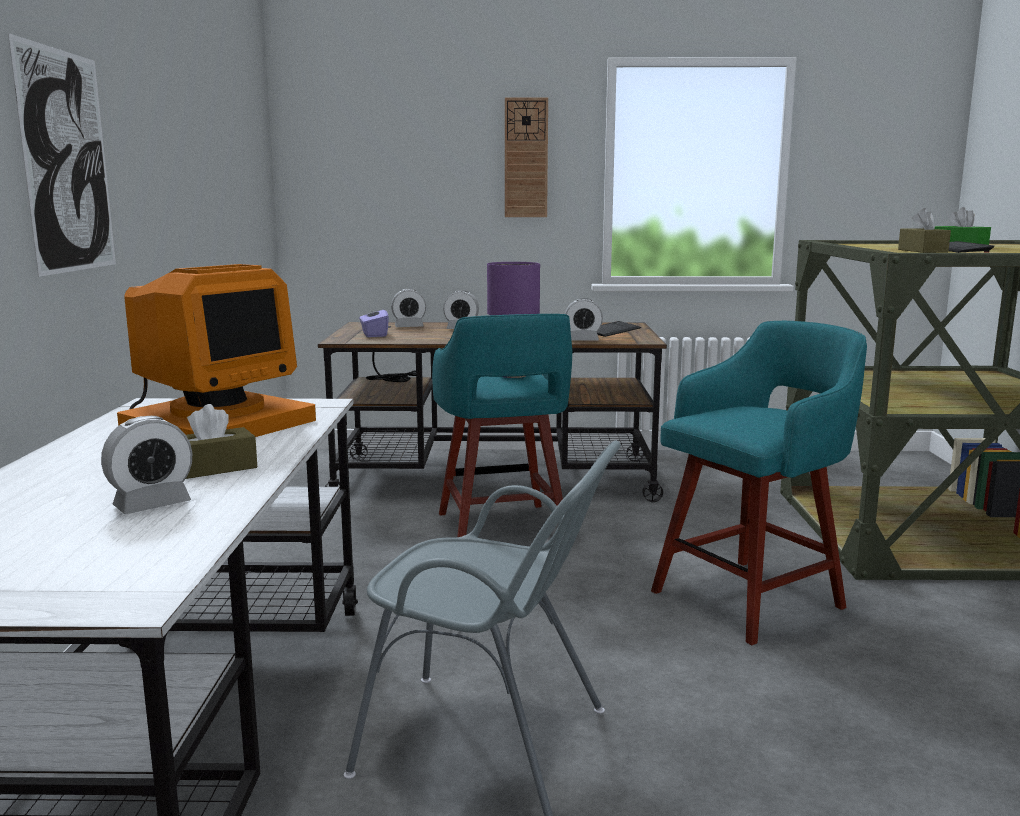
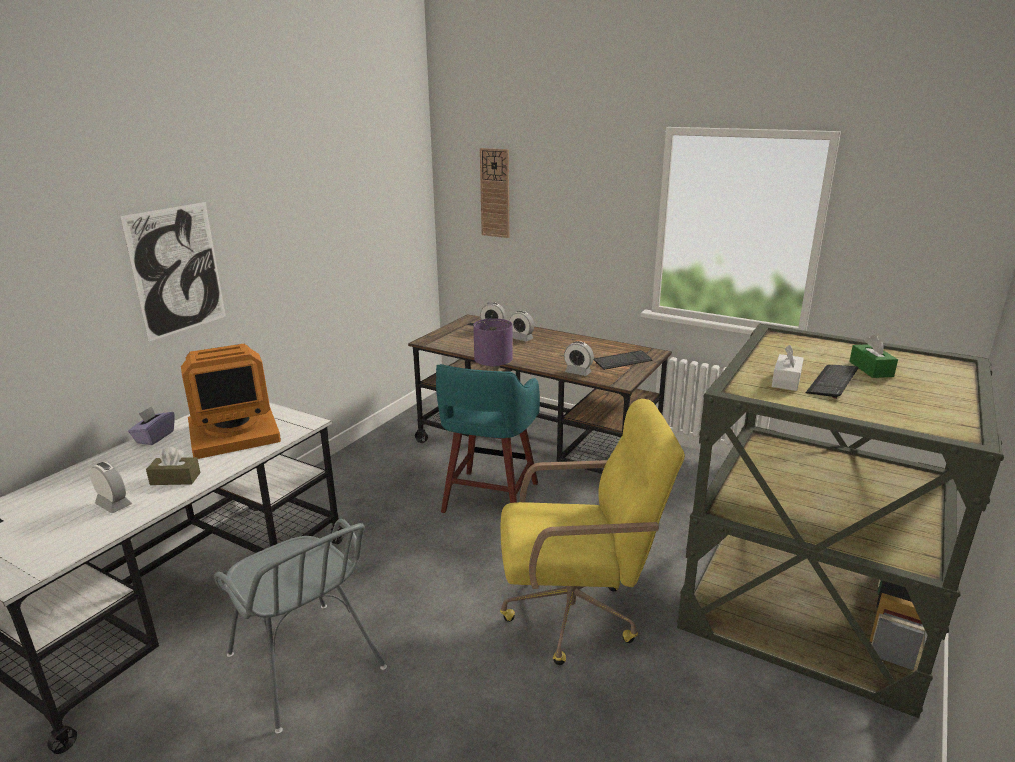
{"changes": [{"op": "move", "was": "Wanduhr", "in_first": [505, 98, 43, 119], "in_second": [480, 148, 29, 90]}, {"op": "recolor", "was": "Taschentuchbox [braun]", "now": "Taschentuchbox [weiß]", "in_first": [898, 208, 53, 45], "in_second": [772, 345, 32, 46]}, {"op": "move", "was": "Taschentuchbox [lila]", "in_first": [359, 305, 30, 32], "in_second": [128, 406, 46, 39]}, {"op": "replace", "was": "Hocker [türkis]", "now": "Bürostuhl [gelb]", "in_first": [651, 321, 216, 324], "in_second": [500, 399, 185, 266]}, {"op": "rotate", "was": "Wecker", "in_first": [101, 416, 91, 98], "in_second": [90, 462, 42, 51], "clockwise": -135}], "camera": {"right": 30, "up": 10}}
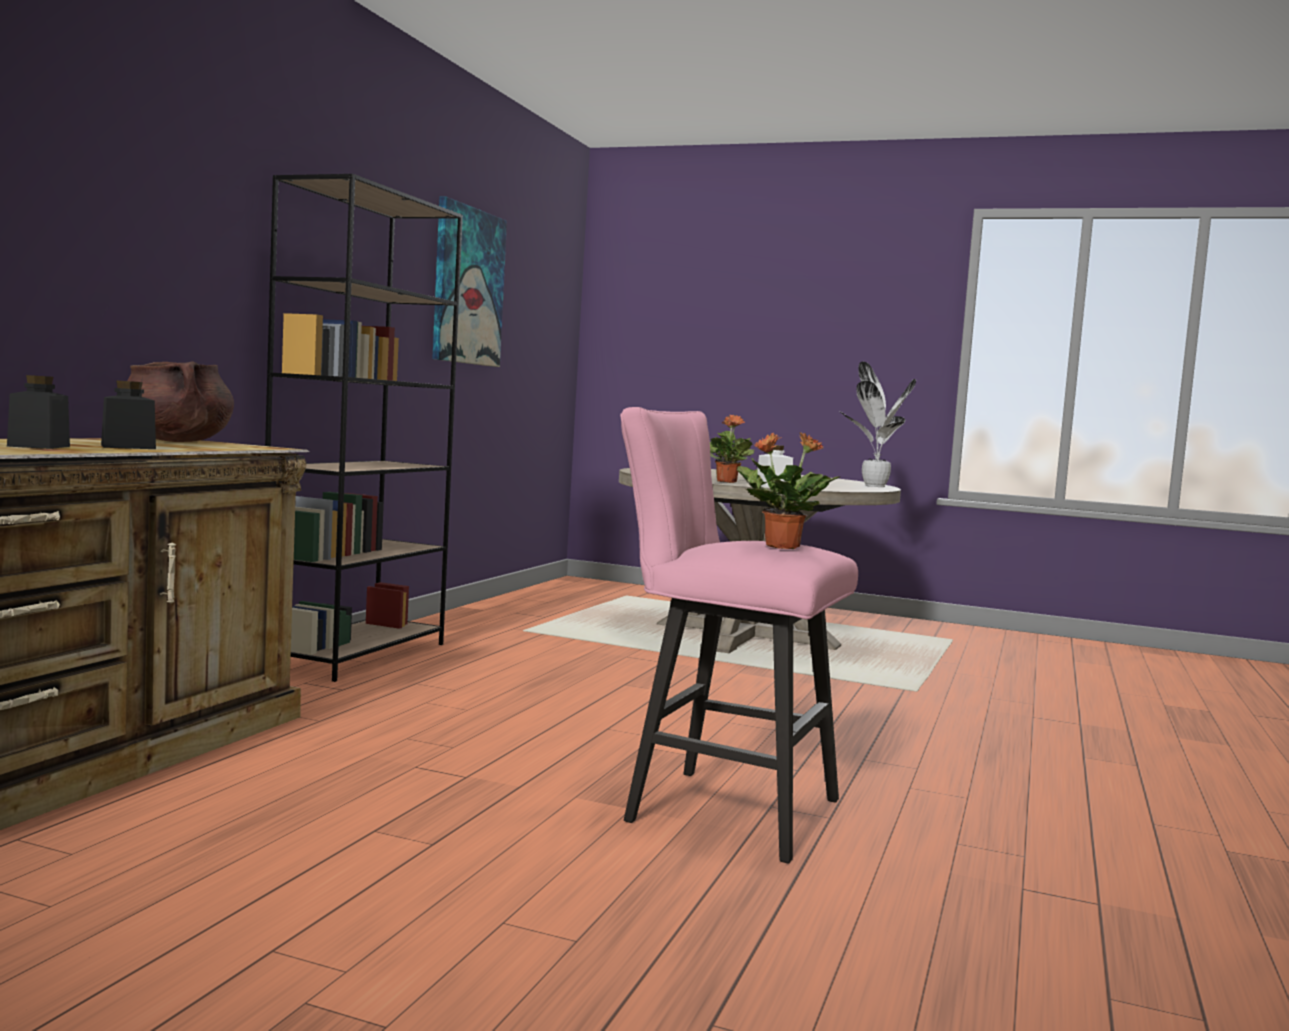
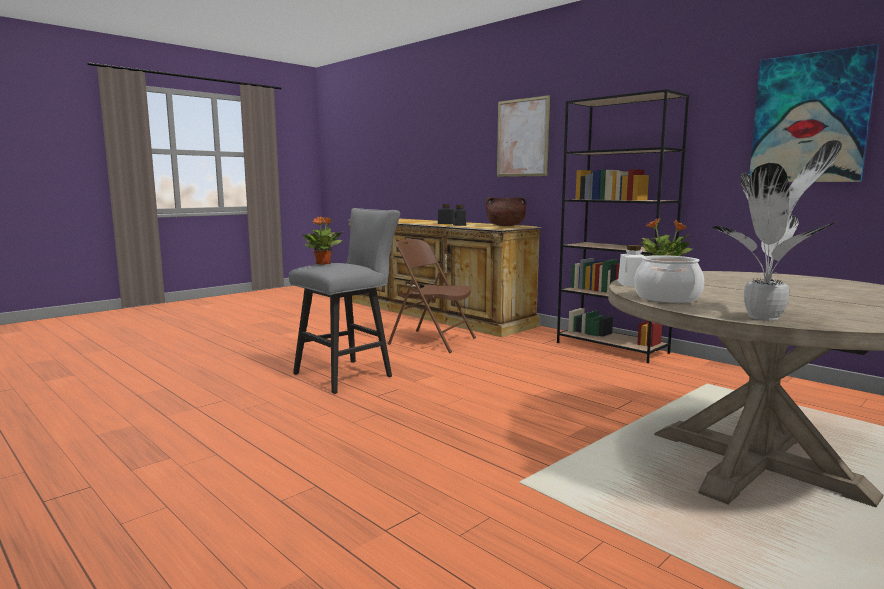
{"changes": [{"op": "recolor", "was": "Hocker [rosa]", "now": "Hocker [grau]", "in_first": [620, 407, 238, 457], "in_second": [289, 208, 111, 186]}, {"op": "insert", "now": "Bild", "in_second": [497, 95, 54, 82]}, {"op": "insert", "now": "Stuhl [braun]", "in_second": [388, 239, 88, 114]}, {"op": "insert", "now": "Kochtopf", "in_second": [634, 255, 70, 48]}], "camera": {"right": 115, "up": 5}}
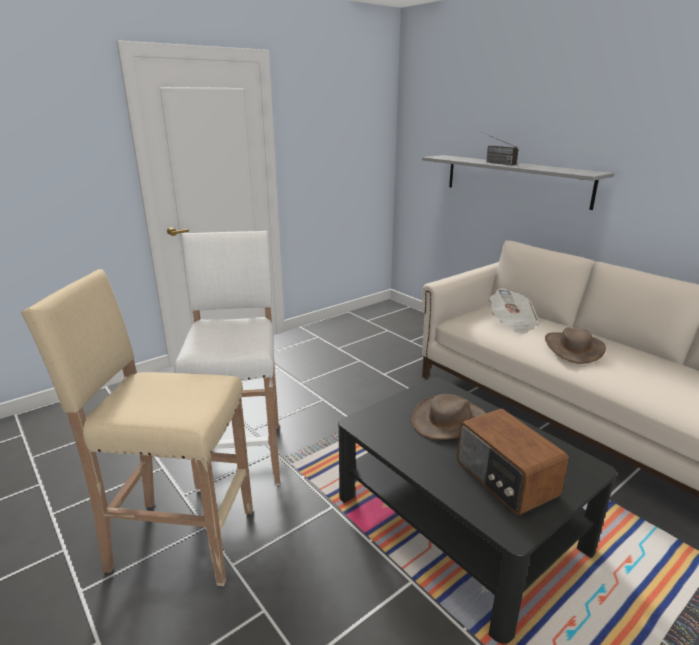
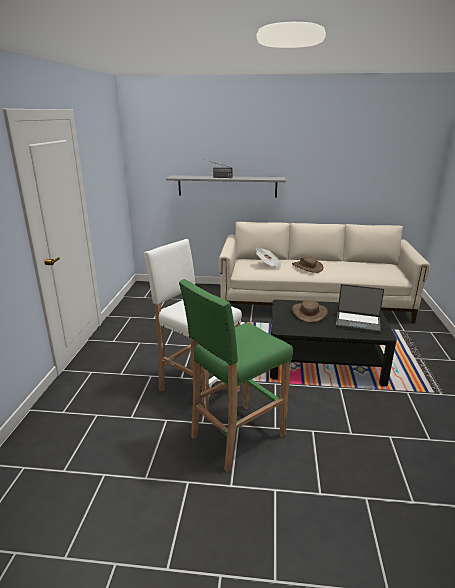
{"changes": [{"op": "recolor", "was": "Hocker [beige]", "now": "Hocker [grün]", "in_first": [21, 269, 232, 317], "in_second": [179, 279, 114, 193]}, {"op": "replace", "was": "Radio", "now": "Laptop", "in_first": [457, 409, 112, 106], "in_second": [336, 284, 48, 49]}], "camera": {"right": -45, "up": 0}}
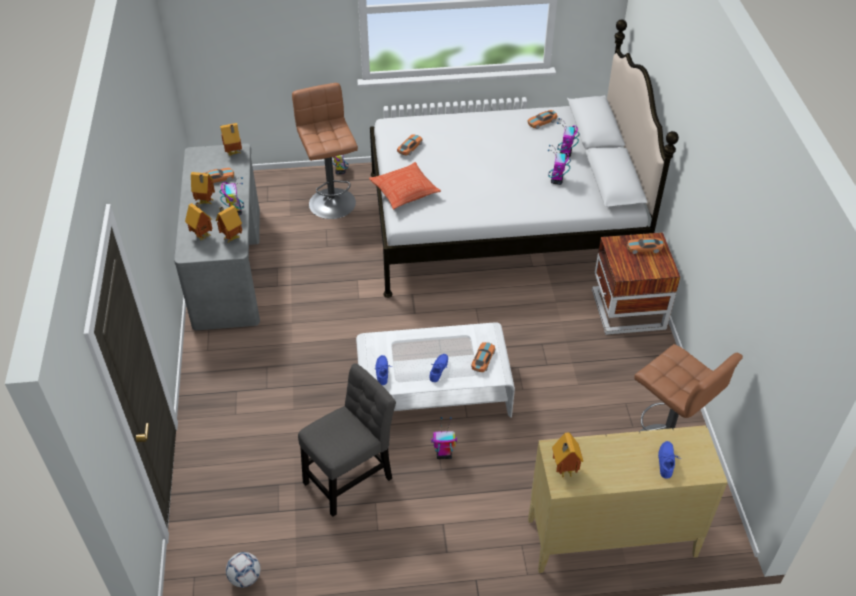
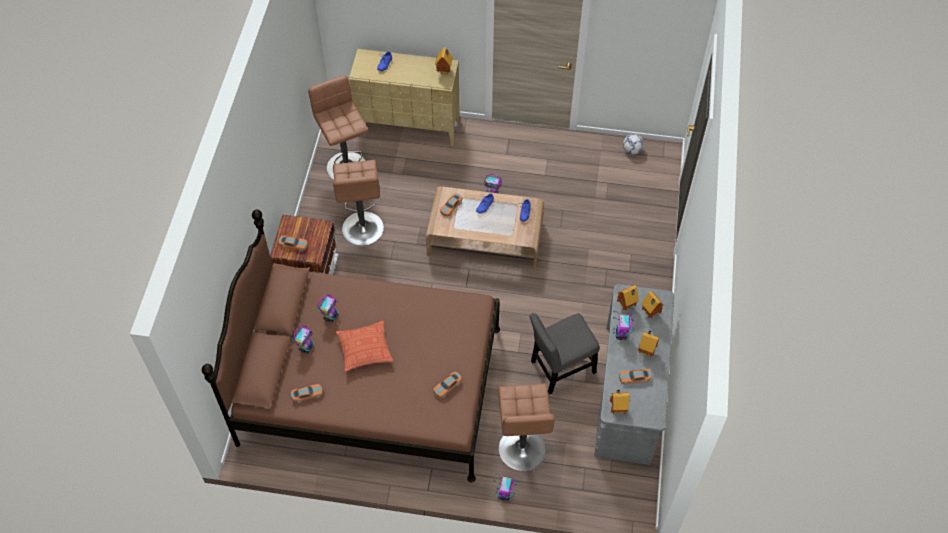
{"changes": [{"op": "recolor", "was": "Bett [weiß]", "now": "Bett [braun]", "in_first": [370, 19, 309, 279], "in_second": [202, 209, 298, 273]}, {"op": "move", "was": "Kissen [orange]", "in_first": [369, 162, 72, 47], "in_second": [336, 321, 57, 51]}, {"op": "recolor", "was": "Couchtisch [weiß]", "now": "Couchtisch [braun]", "in_first": [356, 322, 159, 96], "in_second": [426, 186, 118, 84]}, {"op": "move", "was": "Stuhl [grau]", "in_first": [298, 363, 98, 154], "in_second": [529, 313, 71, 81]}, {"op": "insert", "now": "Hocker [braun]", "in_second": [333, 160, 51, 86]}], "camera": {"right": -165, "up": 10}}
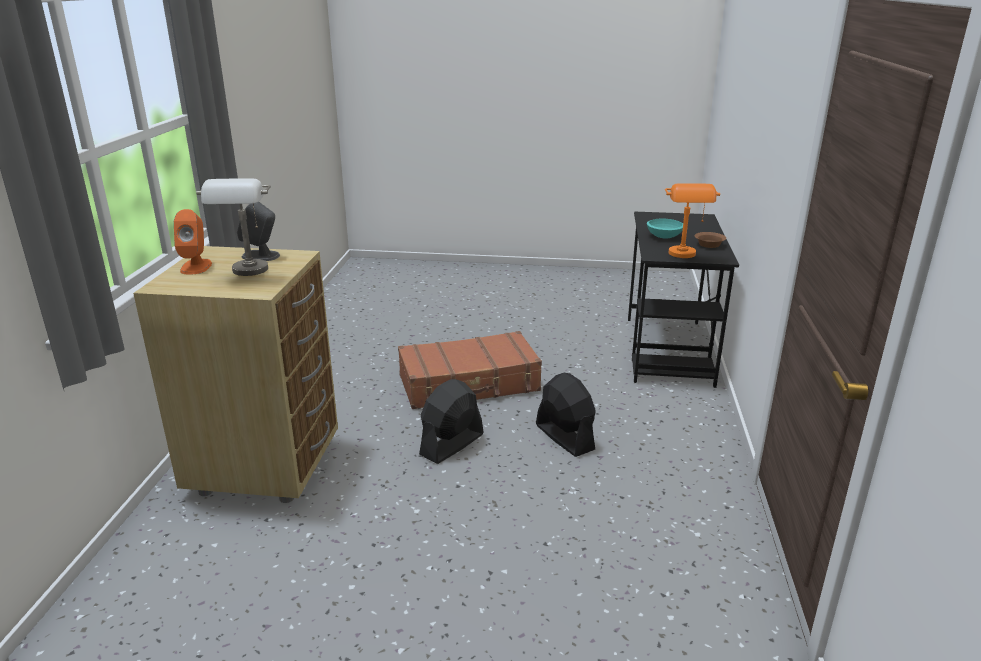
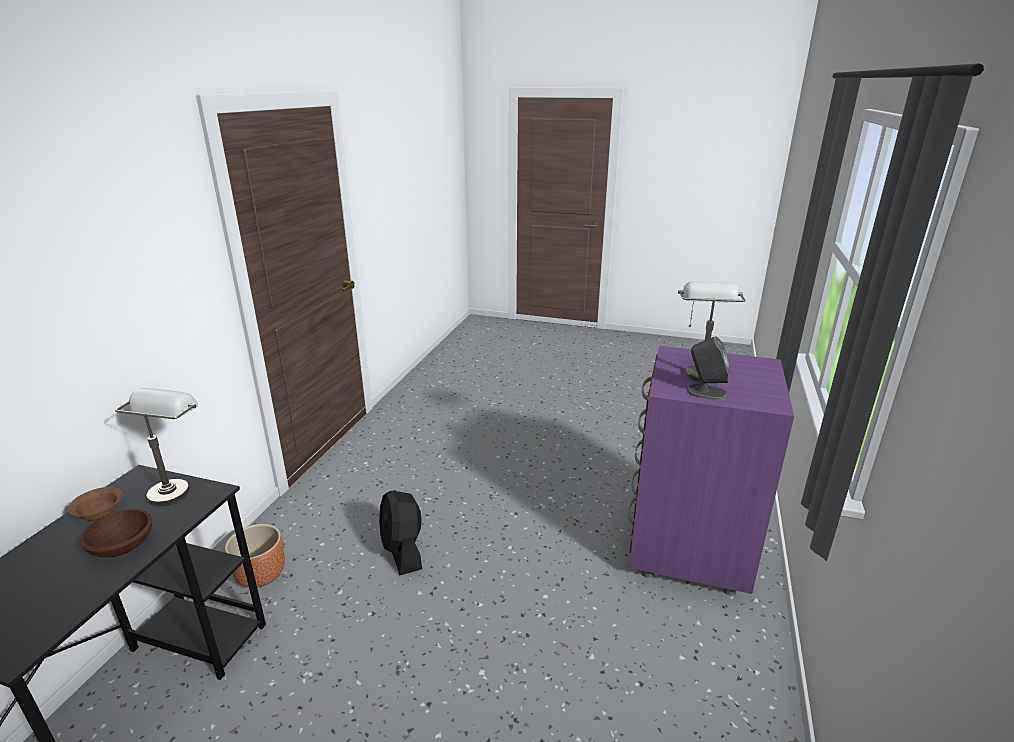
{"changes": [{"op": "recolor", "was": "Tischlampe [orange]", "now": "Tischlampe [grau]", "in_first": [665, 183, 55, 75], "in_second": [115, 388, 83, 118]}, {"op": "delete", "was": "Lautsprecher [orange]", "in_first": [174, 209, 38, 66]}, {"op": "recolor", "was": "Schüssel [türkis]", "now": "Schüssel [braun]", "in_first": [647, 219, 36, 19], "in_second": [79, 509, 73, 48]}, {"op": "recolor", "was": "Kommode [braun]", "now": "Kommode [lila]", "in_first": [133, 246, 205, 257], "in_second": [628, 346, 166, 249]}, {"op": "delete", "was": "Koffer [braun]", "in_first": [398, 331, 144, 78]}, {"op": "delete", "was": "Ventilator [schwarz]", "in_first": [419, 379, 65, 85]}, {"op": "insert", "now": "Pflanzkübel [braun]", "in_second": [225, 524, 60, 64]}], "camera": {"right": -170, "up": 0}}
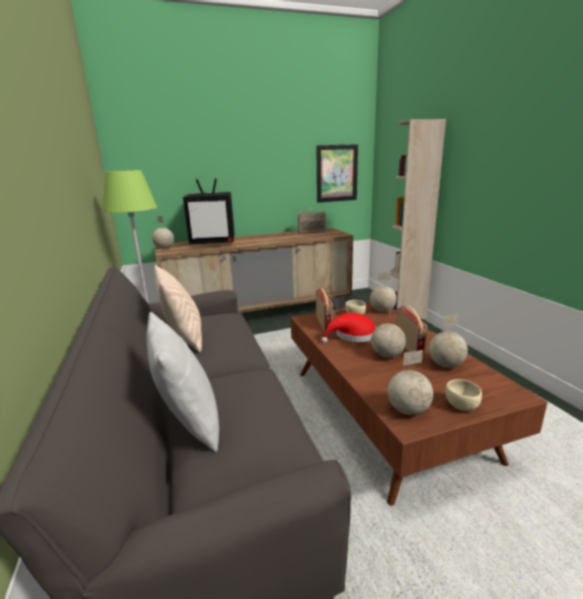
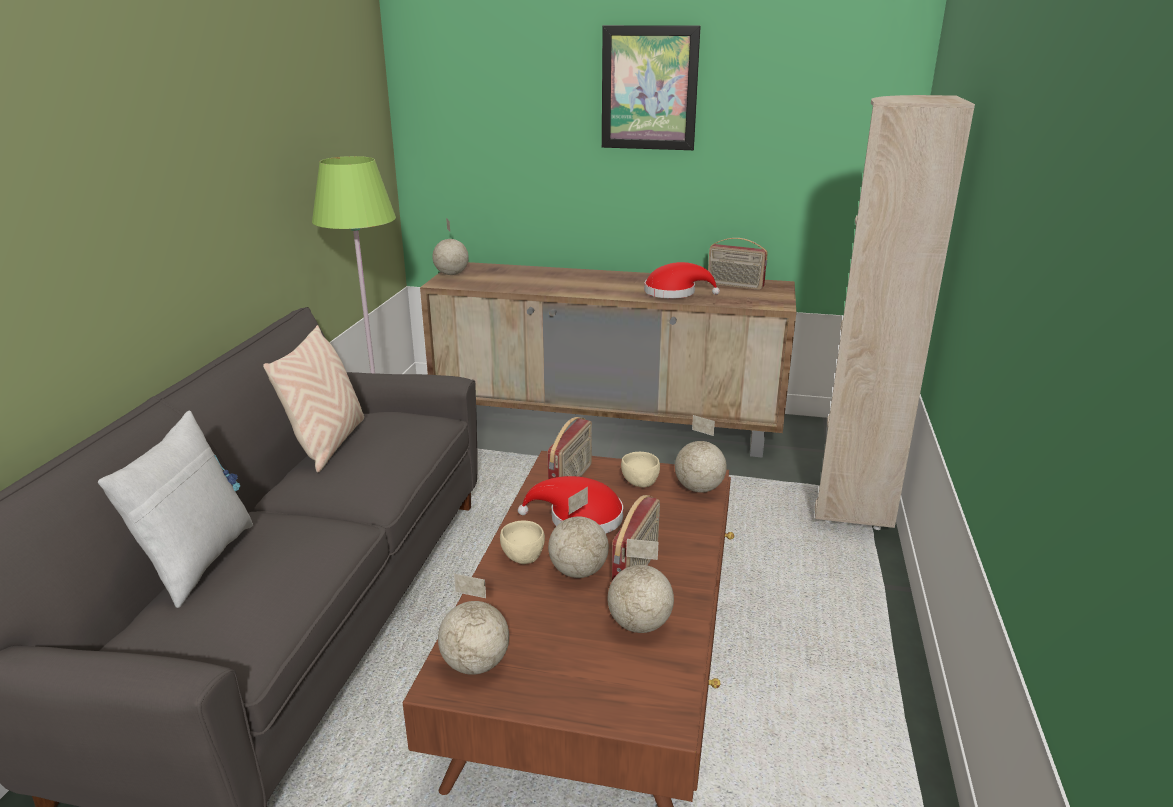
{"changes": [{"op": "move", "was": "Bild", "in_first": [316, 144, 42, 59], "in_second": [602, 25, 99, 125]}, {"op": "delete", "was": "Fernseher", "in_first": [183, 178, 52, 67]}, {"op": "move", "was": "Schüssel [beige]", "in_first": [445, 379, 37, 32], "in_second": [500, 521, 45, 43]}, {"op": "insert", "now": "Hut [rot]", "in_second": [644, 262, 76, 37]}], "camera": {"right": 30, "up": 5}}
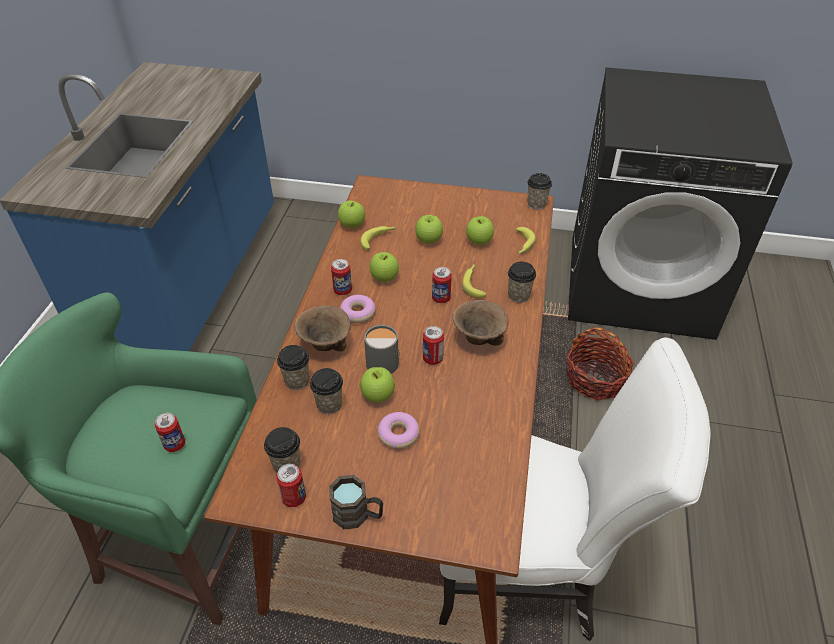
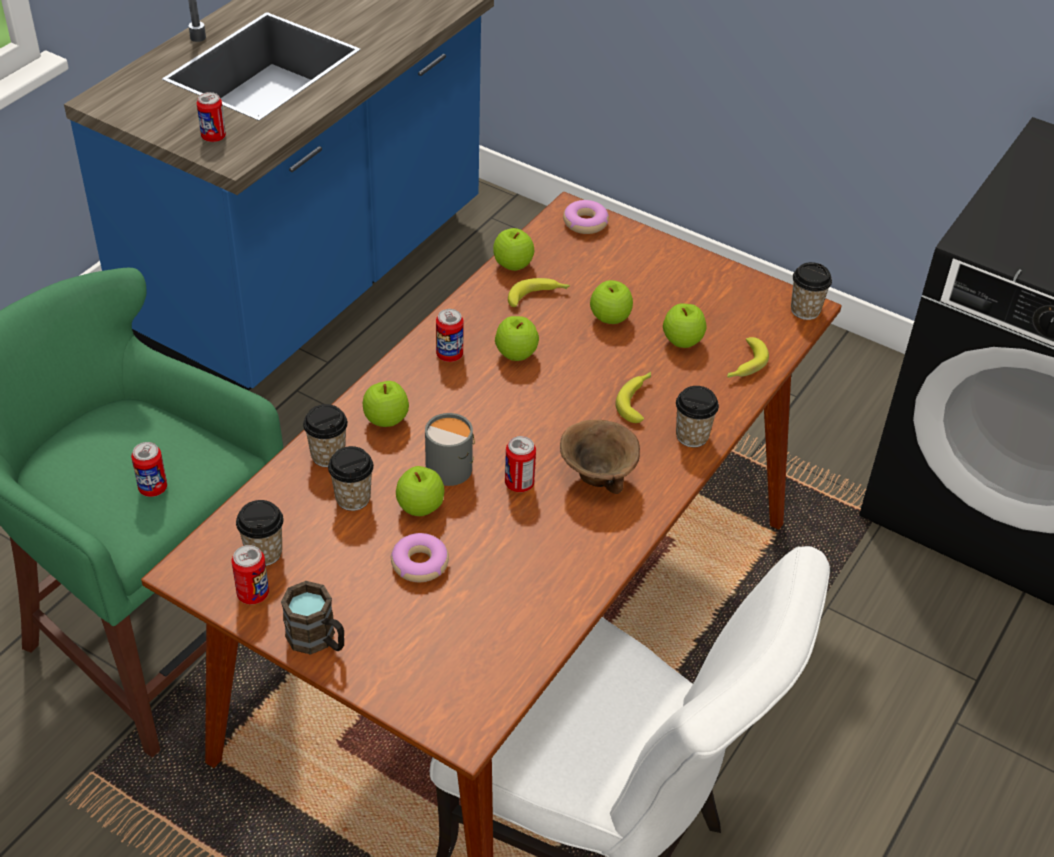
{"changes": [{"op": "move", "was": "Dose", "in_first": [432, 267, 20, 36], "in_second": [197, 92, 29, 50]}, {"op": "move", "was": "Donut", "in_first": [340, 295, 36, 28], "in_second": [563, 200, 46, 34]}, {"op": "replace", "was": "Schüssel [braun]", "now": "Apfel", "in_first": [294, 305, 57, 47], "in_second": [363, 381, 46, 46]}, {"op": "delete", "was": "Korb", "in_first": [567, 327, 67, 74]}], "camera": {"right": 20, "up": 0}}
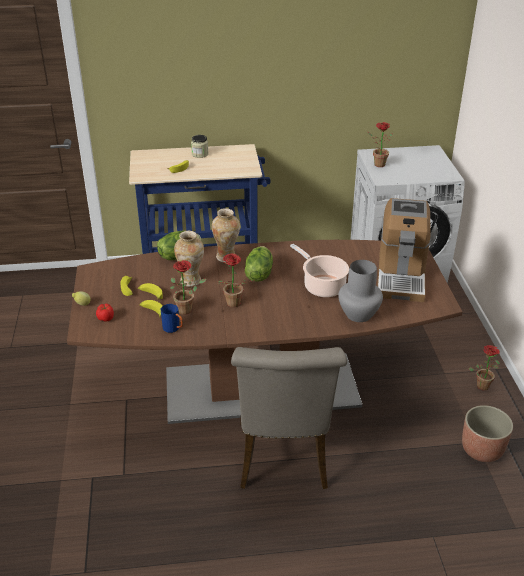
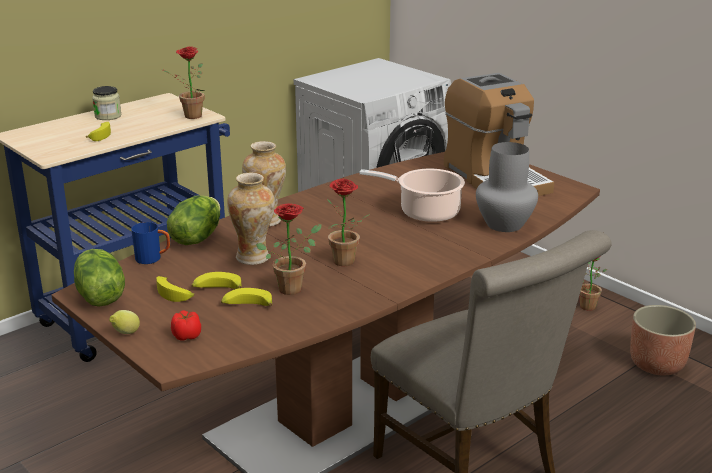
{"changes": [{"op": "move", "was": "Topfpflanze", "in_first": [368, 122, 25, 45], "in_second": [162, 46, 43, 73]}, {"op": "move", "was": "Salatkopf", "in_first": [245, 246, 28, 36], "in_second": [74, 249, 51, 58]}, {"op": "move", "was": "Henkelbecher [blau]", "in_first": [161, 304, 22, 29], "in_second": [131, 222, 39, 42]}], "camera": {"right": -35, "up": -10}}
